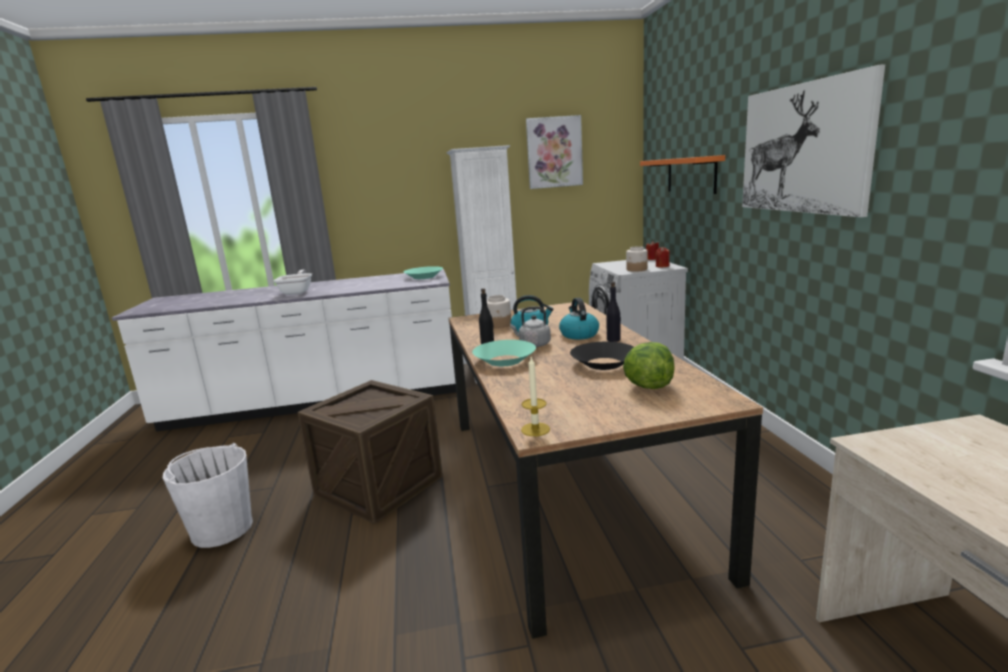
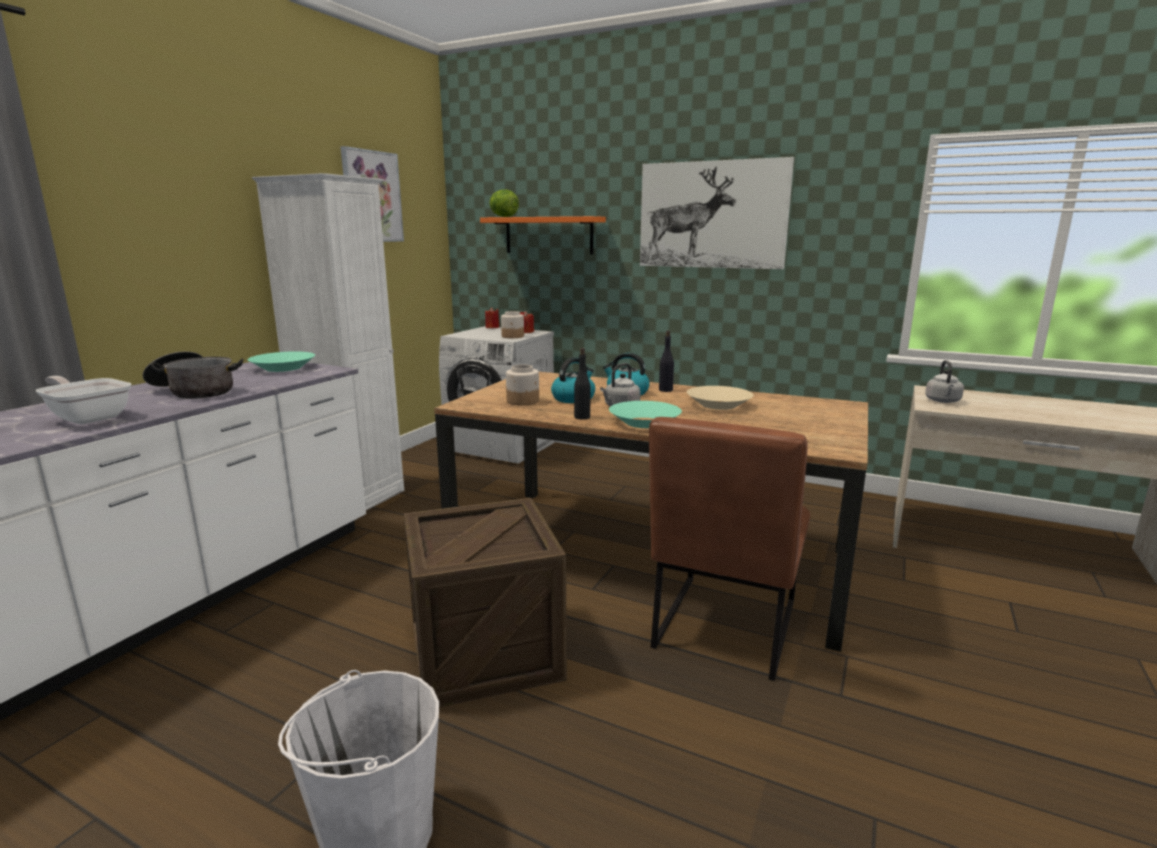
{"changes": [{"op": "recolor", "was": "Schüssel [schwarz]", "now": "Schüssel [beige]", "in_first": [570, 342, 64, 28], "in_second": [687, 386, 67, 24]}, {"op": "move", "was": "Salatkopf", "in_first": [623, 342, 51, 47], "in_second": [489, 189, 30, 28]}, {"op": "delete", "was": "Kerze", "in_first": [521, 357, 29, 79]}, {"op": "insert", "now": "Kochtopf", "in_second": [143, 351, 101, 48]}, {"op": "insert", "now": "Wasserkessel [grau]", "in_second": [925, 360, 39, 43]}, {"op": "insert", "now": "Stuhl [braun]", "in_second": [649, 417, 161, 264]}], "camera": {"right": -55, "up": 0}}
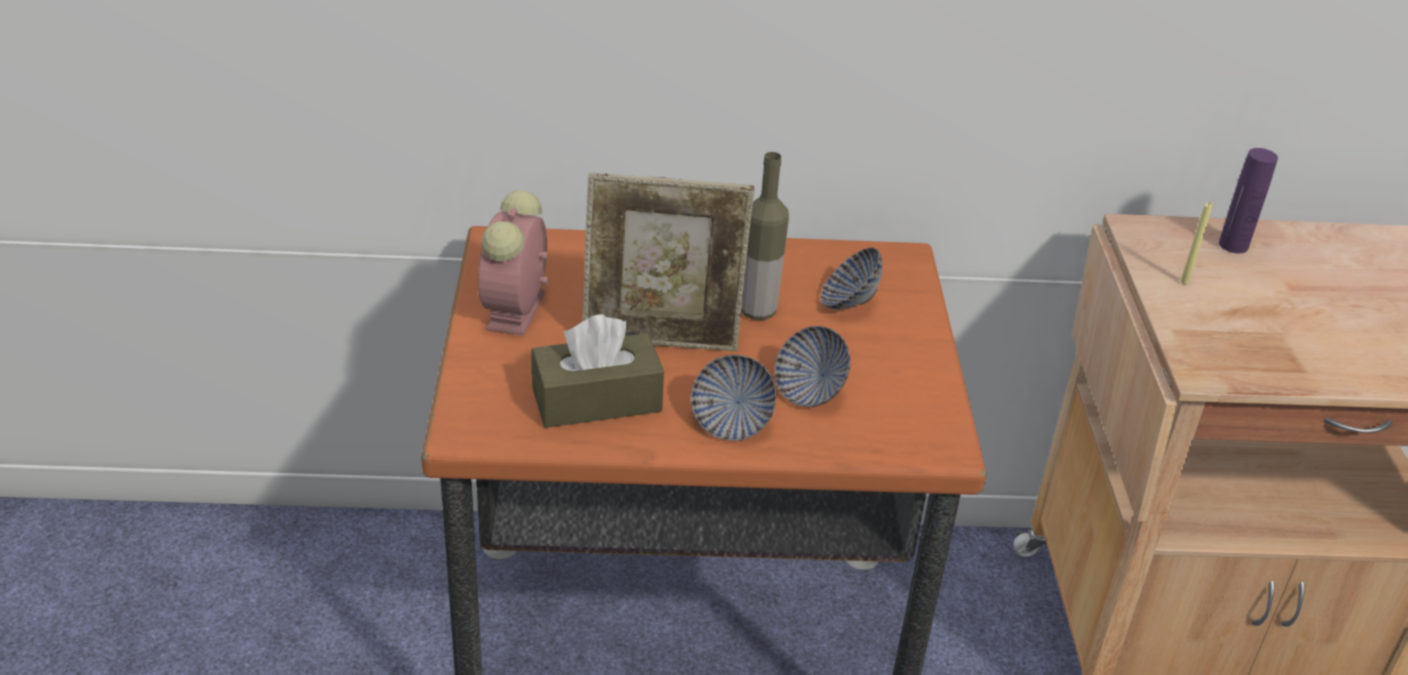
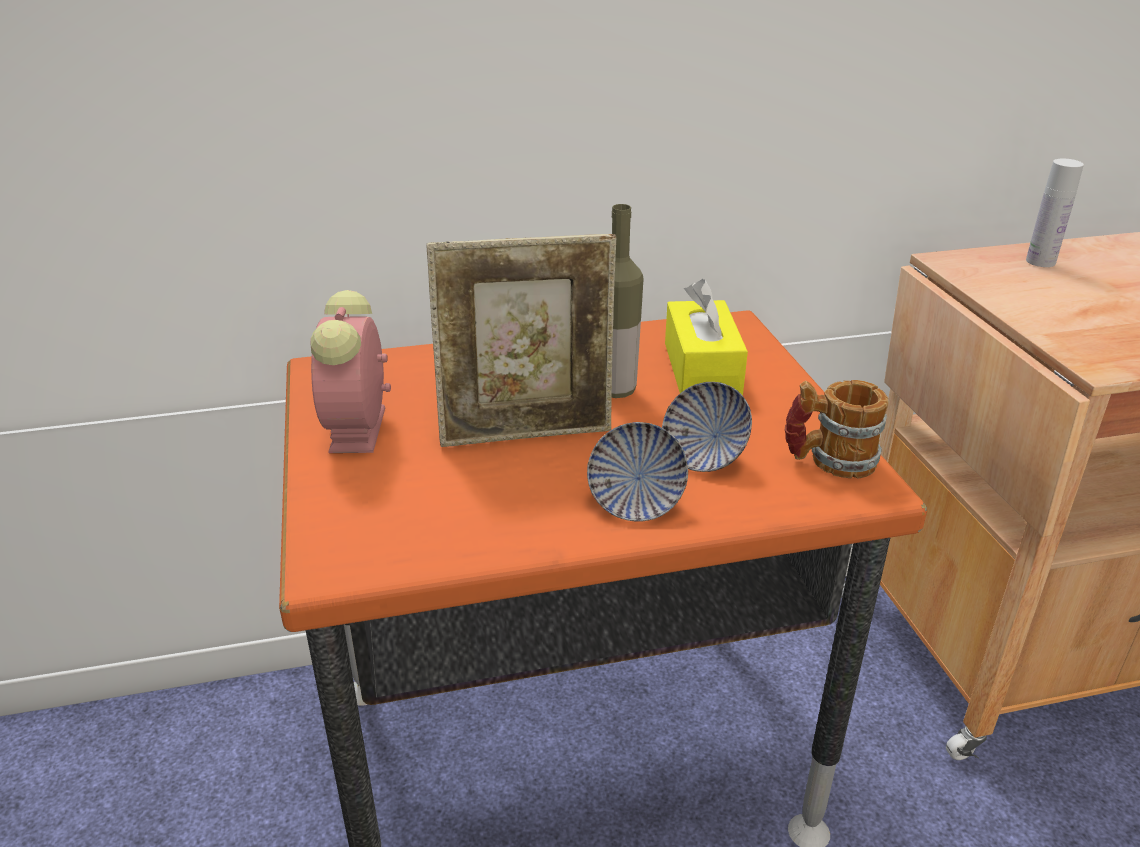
{"changes": [{"op": "recolor", "was": "Flasche [lila]", "now": "Flasche [weiß]", "in_first": [1219, 148, 59, 105], "in_second": [1026, 159, 58, 108]}, {"op": "delete", "was": "Kerze [gelb]", "in_first": [1181, 202, 32, 82]}, {"op": "replace", "was": "Schüssel", "now": "Taschentuchbox [gelb]", "in_first": [821, 247, 61, 62], "in_second": [665, 279, 83, 116]}, {"op": "delete", "was": "Taschentuchbox [braun]", "in_first": [531, 314, 133, 114]}, {"op": "insert", "now": "Henkelbecher", "in_second": [785, 380, 104, 99]}], "camera": {"right": -10, "up": -5}}
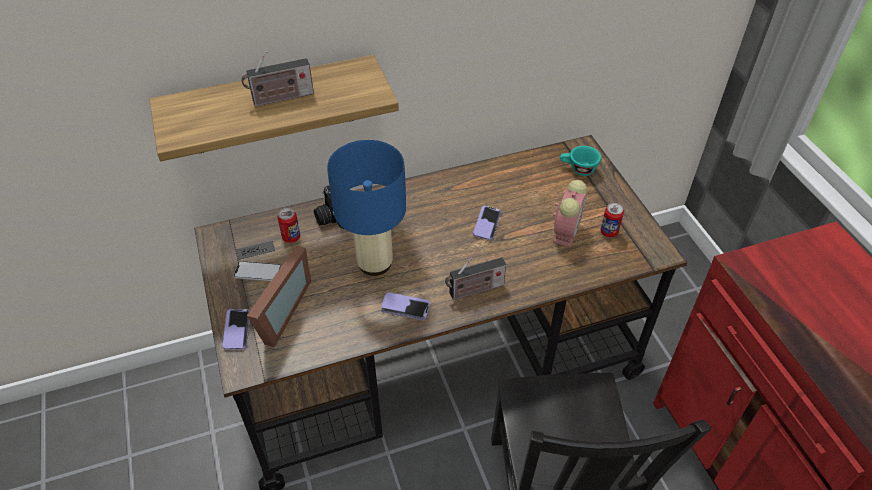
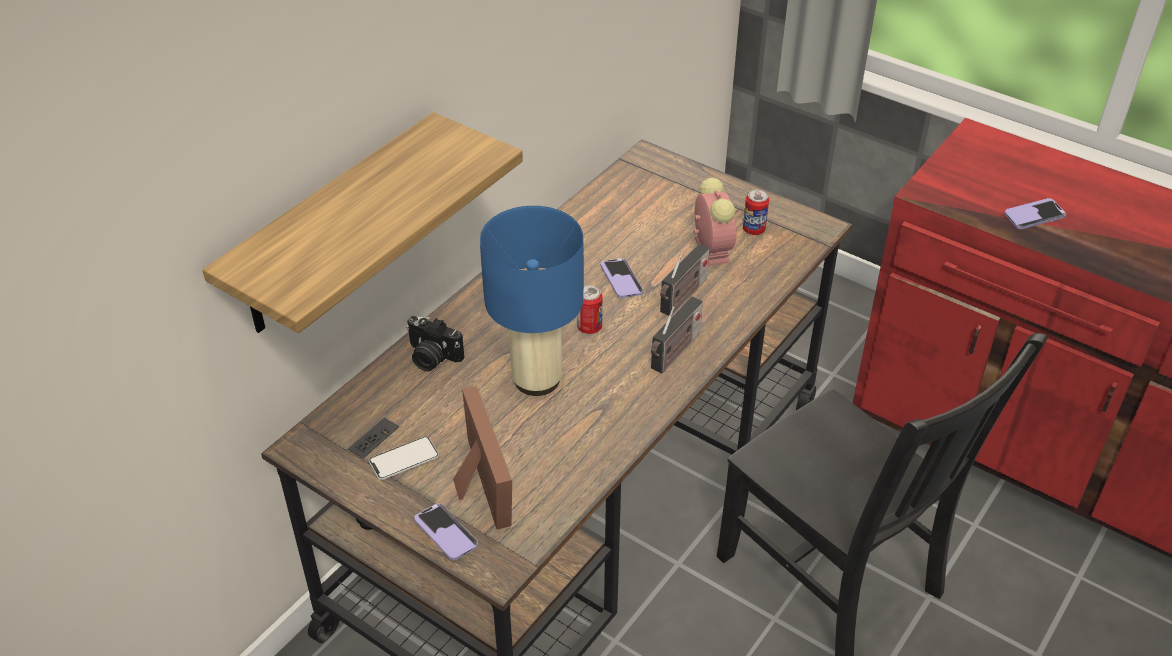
{"changes": [{"op": "move", "was": "Radio", "in_first": [241, 51, 73, 56], "in_second": [660, 244, 49, 72]}, {"op": "delete", "was": "Tasse [türkis]", "in_first": [560, 146, 41, 30]}, {"op": "move", "was": "Dose", "in_first": [277, 208, 23, 35], "in_second": [577, 285, 26, 49]}, {"op": "move", "was": "Handy", "in_first": [381, 292, 49, 28], "in_second": [1004, 198, 62, 31]}], "camera": {"right": -35, "up": -5}}
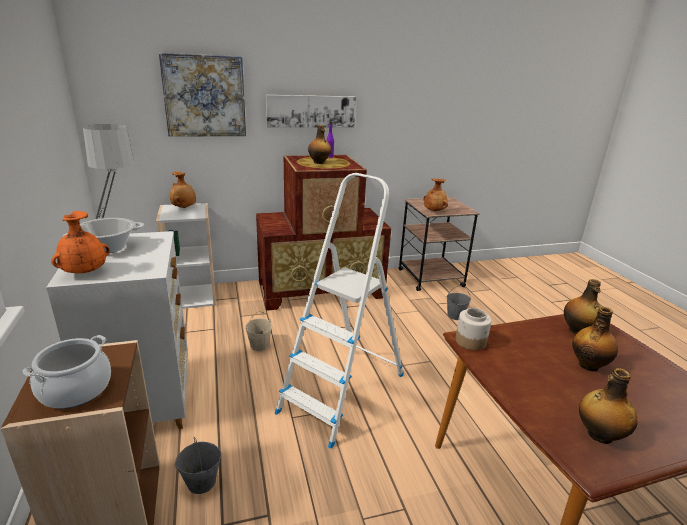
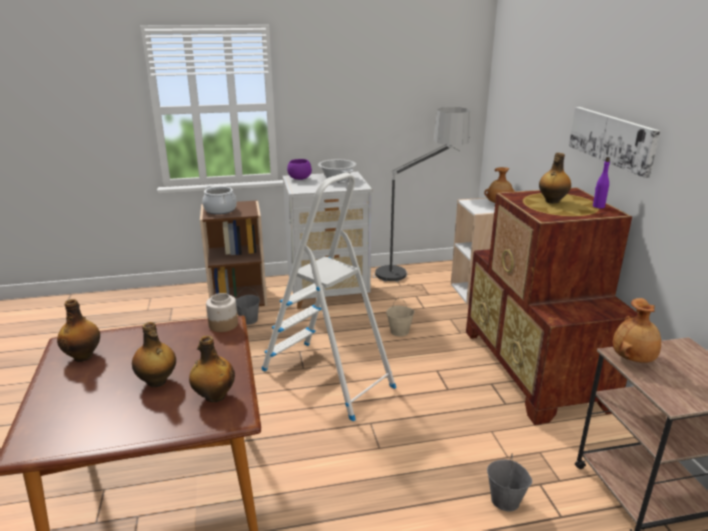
{"changes": [{"op": "delete", "was": "Bild", "in_first": [159, 53, 87, 84]}, {"op": "replace", "was": "Vase [orange]", "now": "Schüssel [lila]", "in_first": [51, 211, 59, 62], "in_second": [287, 159, 25, 21]}], "camera": {"right": 95, "up": 0}}
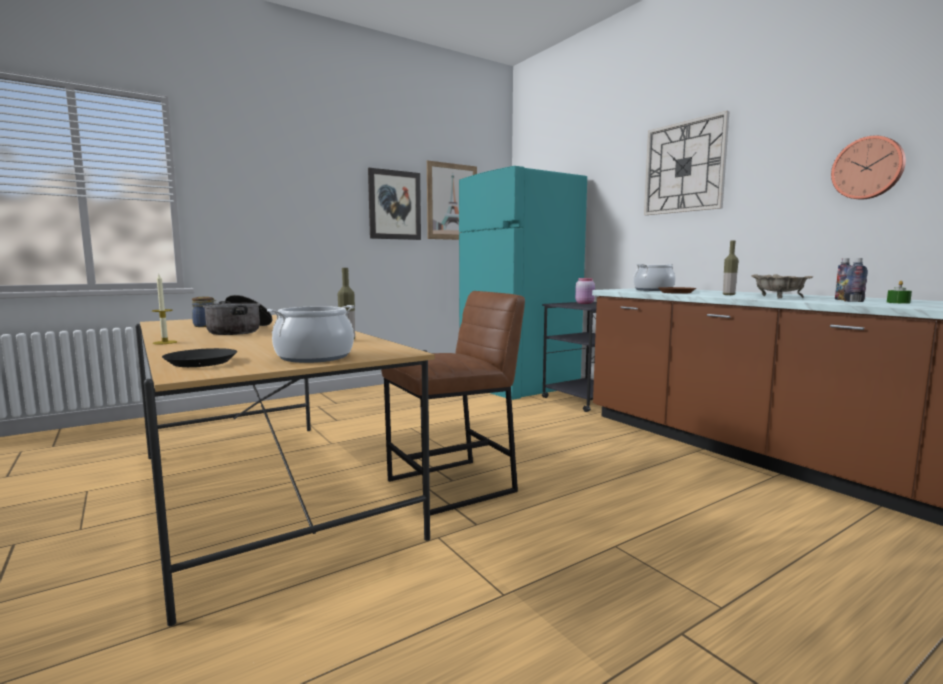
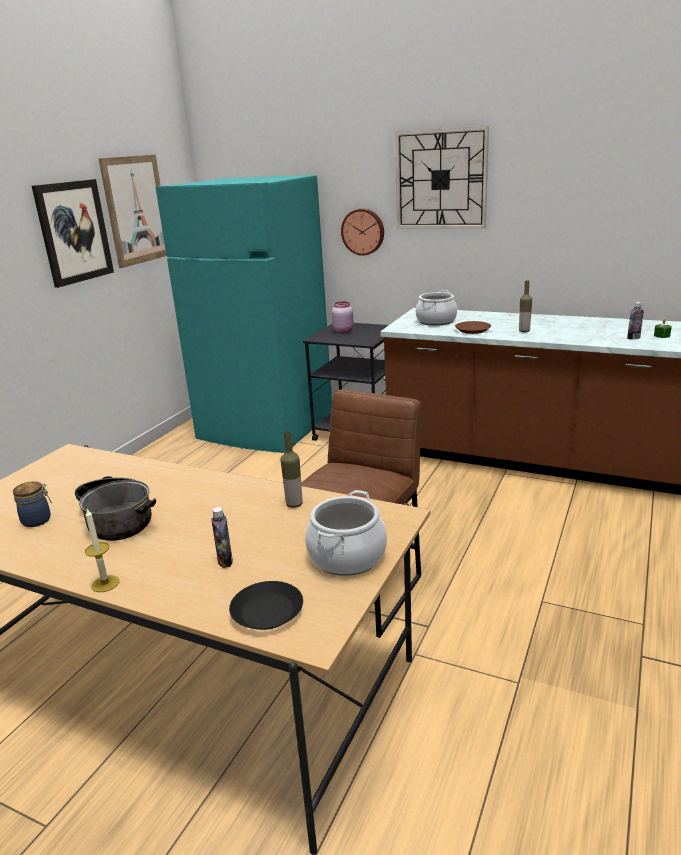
{"changes": [{"op": "move", "was": "Wanduhr", "in_first": [831, 136, 75, 64], "in_second": [341, 209, 43, 47]}, {"op": "move", "was": "Flasche", "in_first": [835, 258, 16, 42], "in_second": [211, 507, 22, 61]}, {"op": "delete", "was": "Schüssel [beige]", "in_first": [751, 274, 62, 24]}], "camera": {"right": -30, "up": 15}}
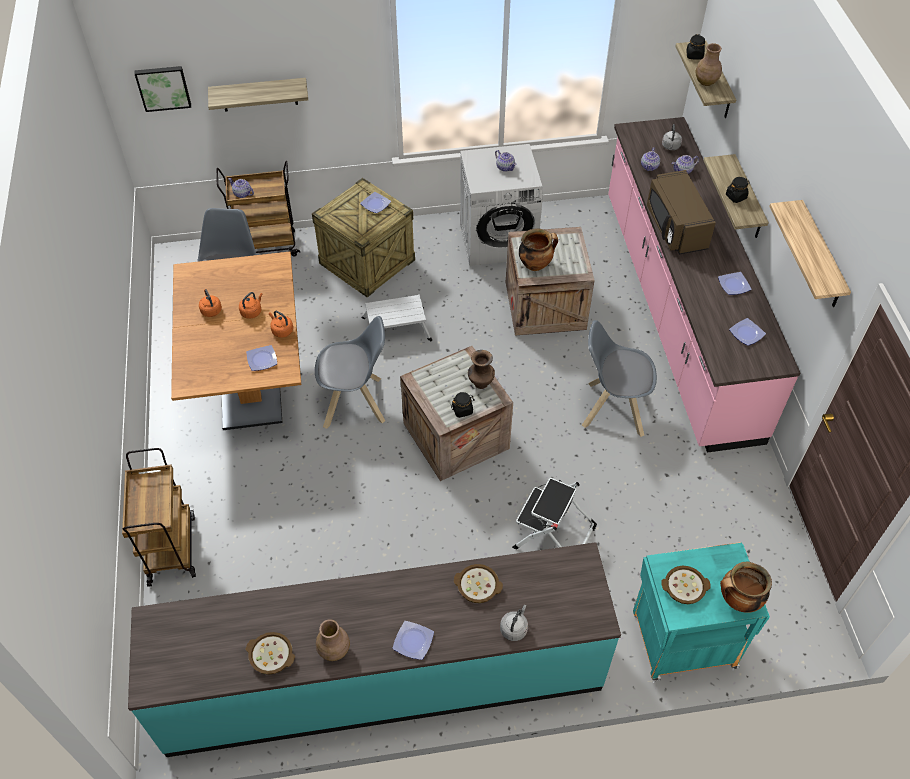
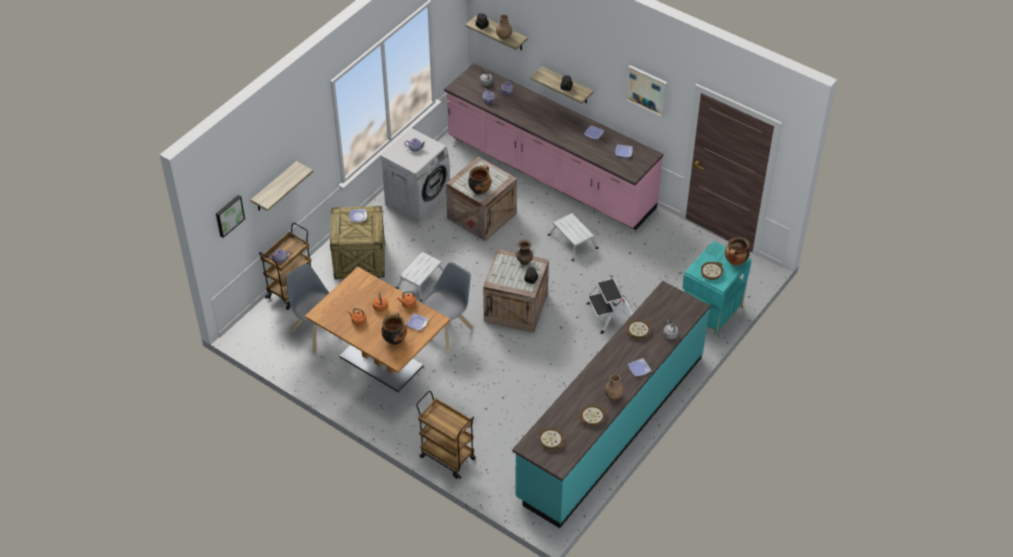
{"changes": [{"op": "delete", "was": "Mikrowelle [braun]", "in_first": [647, 170, 69, 84]}, {"op": "replace", "was": "Wandregal", "now": "Bild", "in_first": [769, 200, 82, 107], "in_second": [626, 65, 41, 52]}, {"op": "replace", "was": "Stuhl [grau]", "now": "Trittleiter [weiß]", "in_first": [582, 320, 75, 117], "in_second": [548, 213, 50, 48]}, {"op": "insert", "now": "Kochtopf", "in_second": [381, 312, 26, 33]}, {"op": "insert", "now": "Schüssel", "in_second": [539, 428, 25, 21]}], "camera": {"right": -45, "up": -5}}
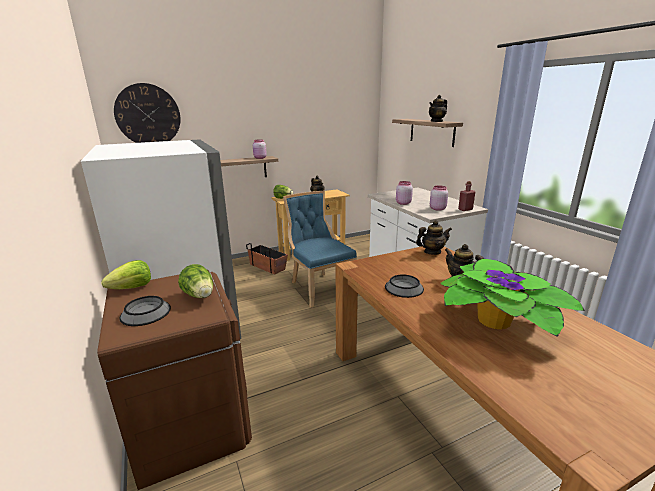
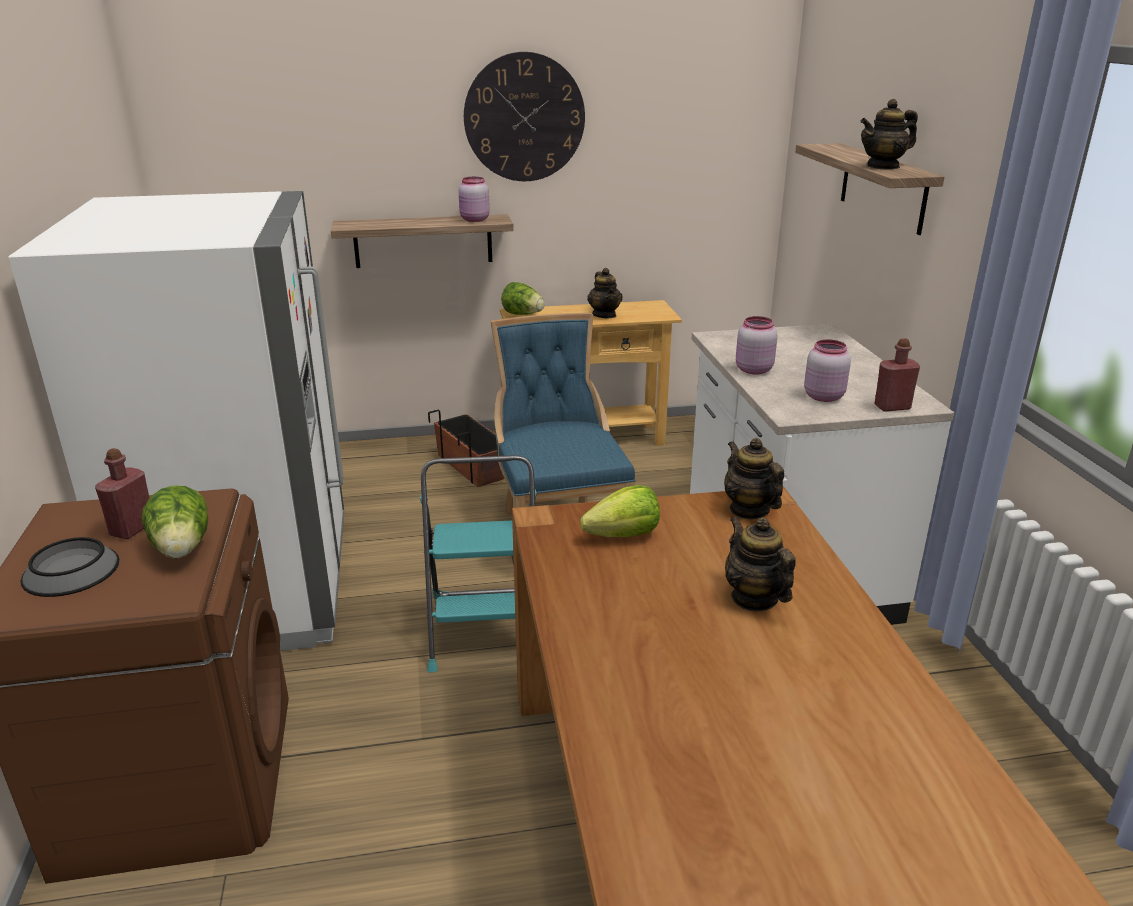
{"changes": [{"op": "move", "was": "Wanduhr", "in_first": [114, 83, 66, 60], "in_second": [464, 52, 121, 129]}, {"op": "rotate", "was": "Teekanne", "in_first": [416, 220, 36, 35], "in_second": [724, 438, 60, 81], "clockwise": -120}, {"op": "delete", "was": "Topfpflanze", "in_first": [440, 259, 145, 78]}, {"op": "move", "was": "Salatkopf", "in_first": [102, 260, 49, 29], "in_second": [580, 485, 80, 52]}, {"op": "delete", "was": "Schüssel", "in_first": [385, 274, 39, 24]}, {"op": "insert", "now": "Flasche [rot]", "in_second": [95, 448, 55, 91]}, {"op": "insert", "now": "Trittleiter [türkis]", "in_second": [420, 455, 117, 218]}], "camera": {"right": 15, "up": 5}}
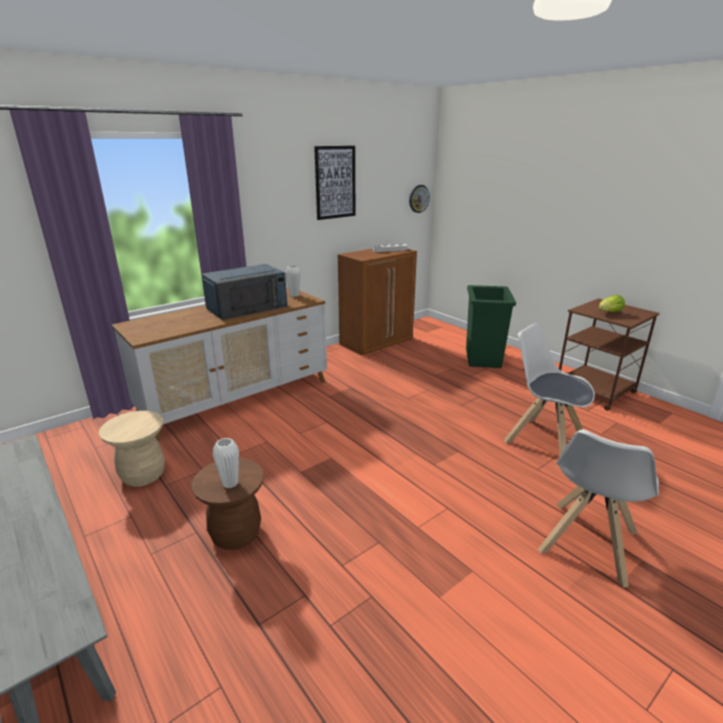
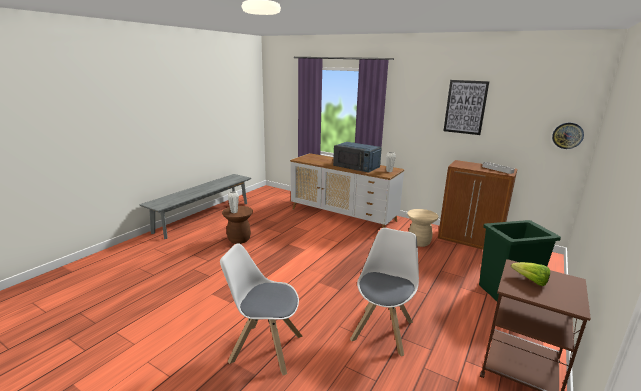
{"changes": [{"op": "move", "was": "Hocker [beige]", "in_first": [99, 411, 66, 76], "in_second": [408, 209, 30, 38]}], "camera": {"right": 70, "up": -5}}
